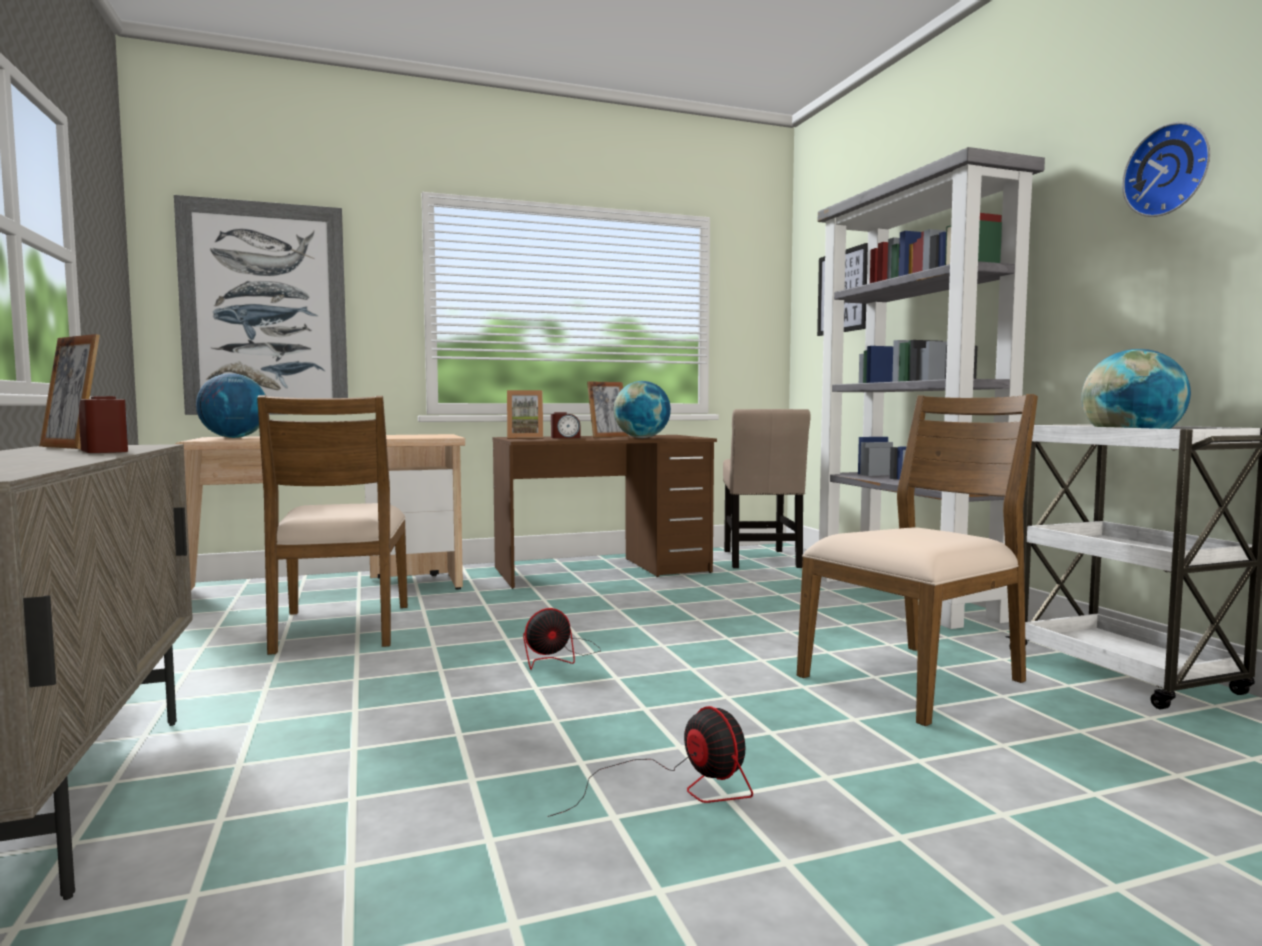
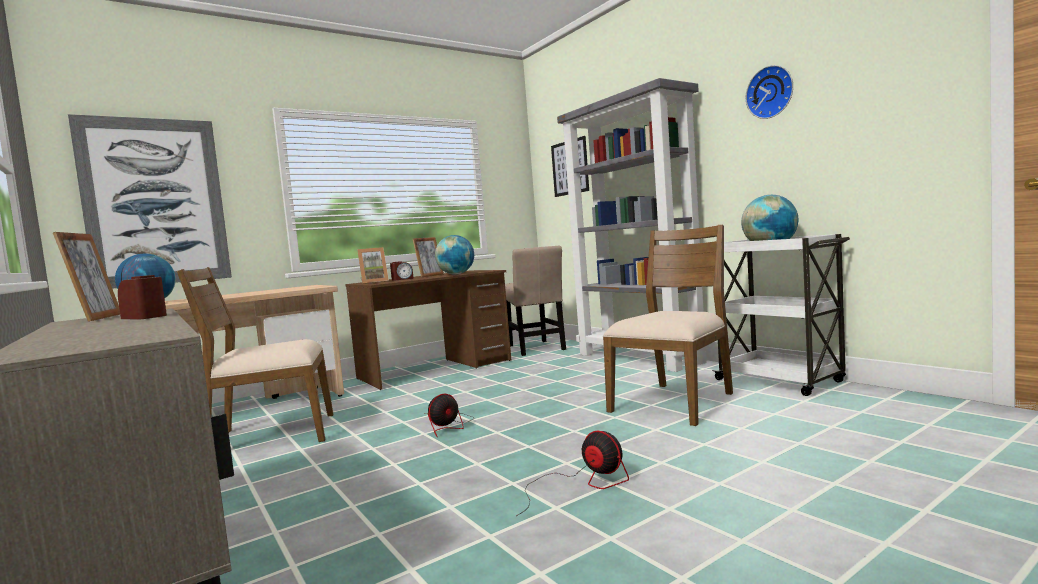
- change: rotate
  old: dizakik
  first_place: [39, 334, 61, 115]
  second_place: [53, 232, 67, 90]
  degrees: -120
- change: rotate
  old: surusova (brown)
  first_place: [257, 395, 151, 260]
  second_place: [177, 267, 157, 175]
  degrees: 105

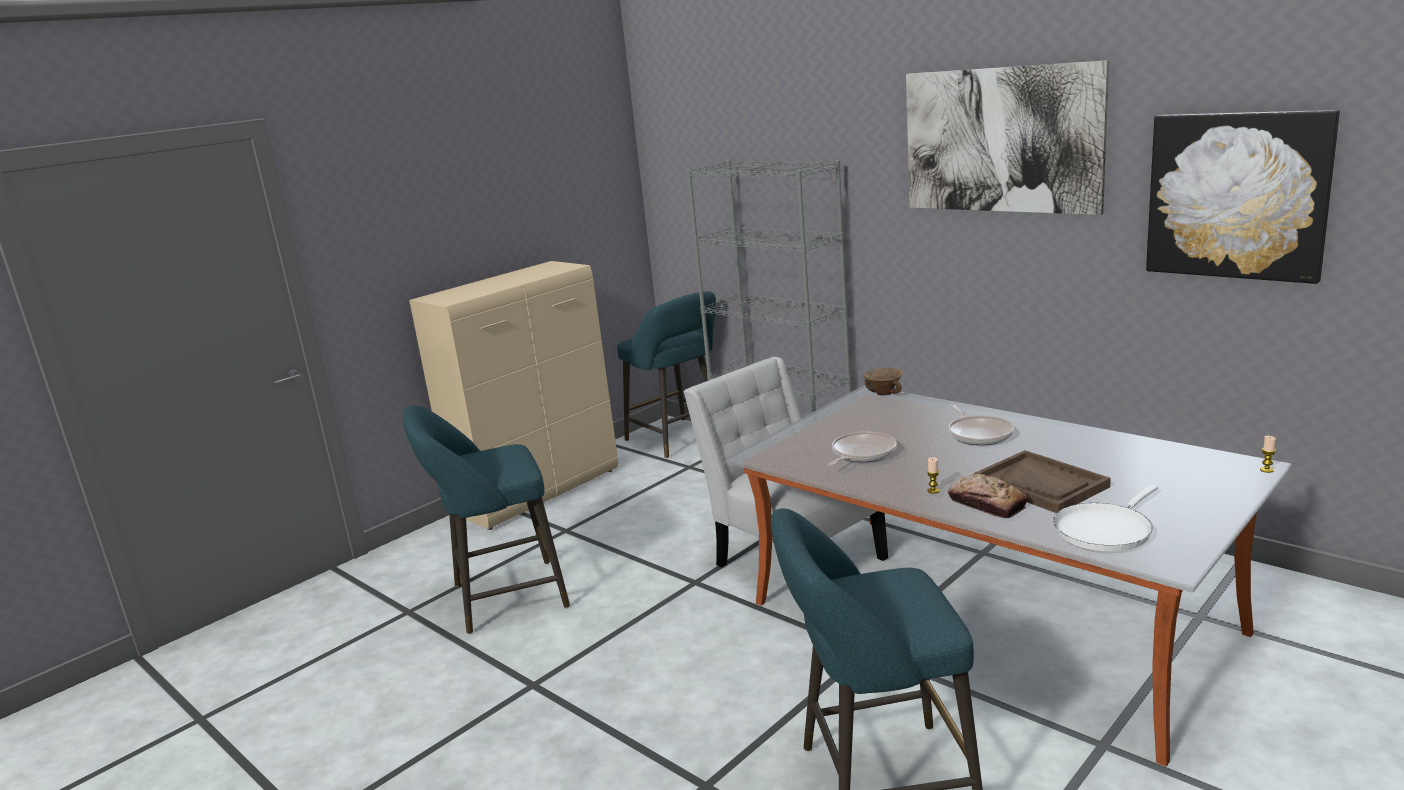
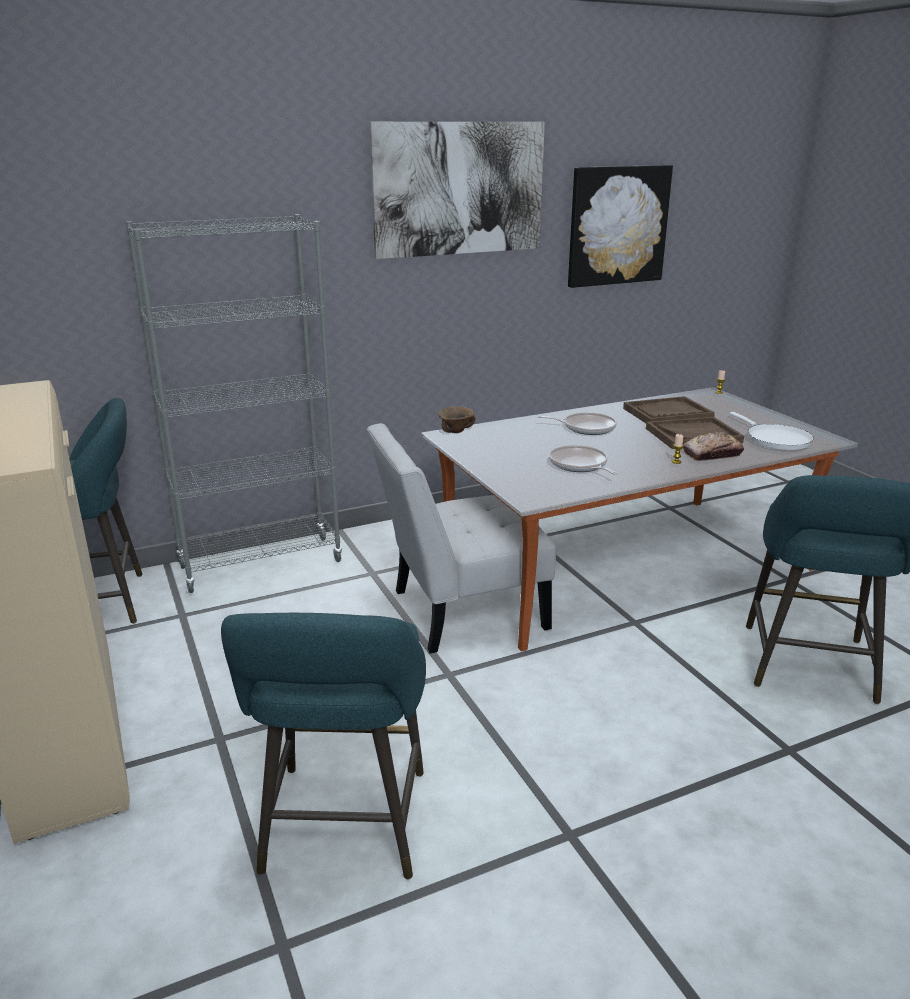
- change: insert
  new: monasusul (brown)
  second_place: [623, 396, 92, 27]

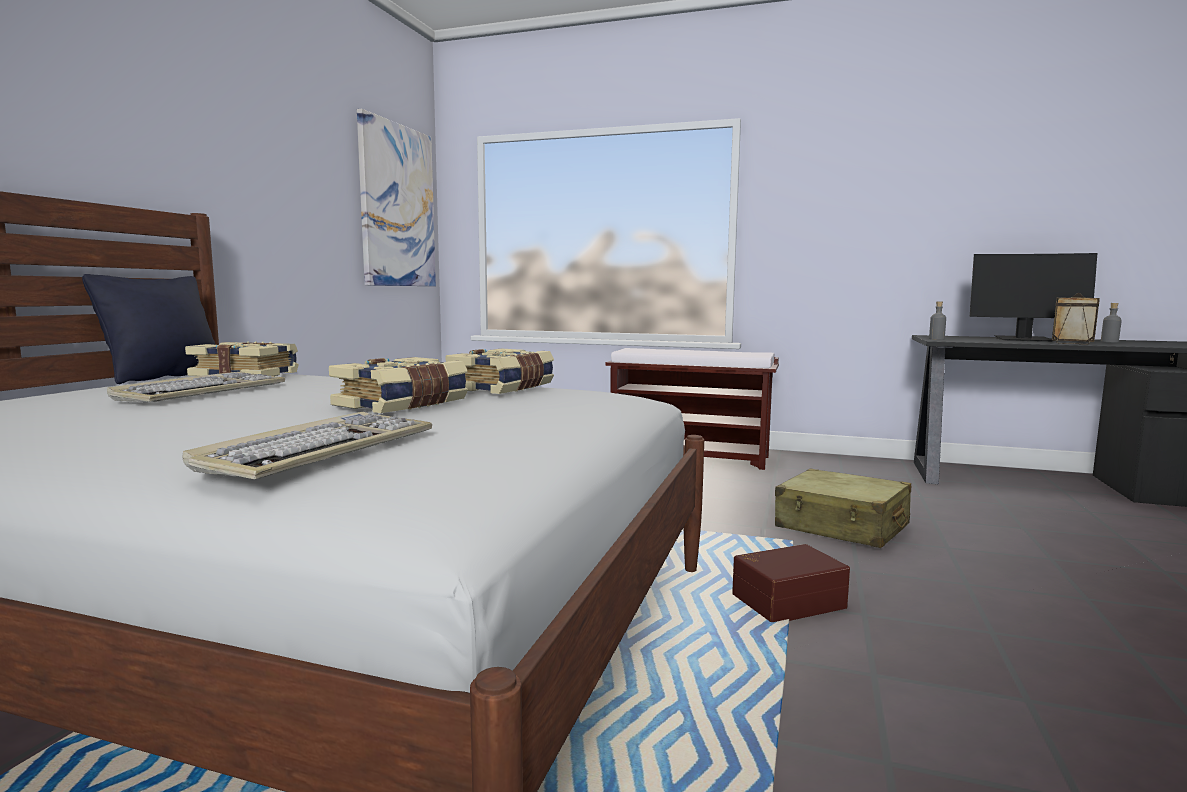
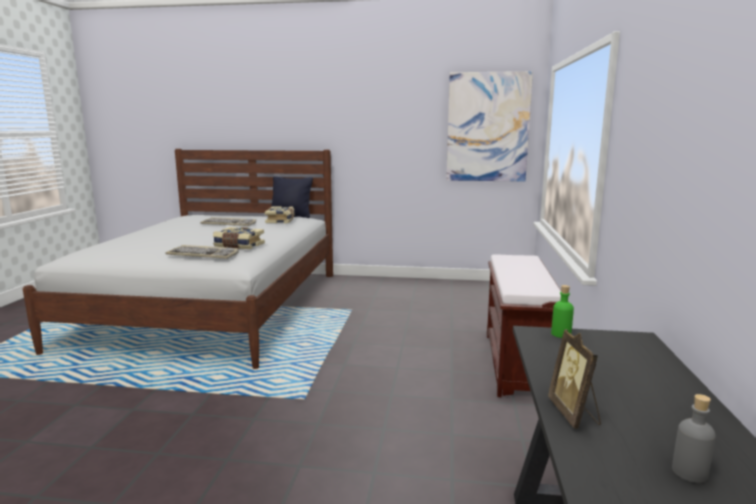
- change: delete
  old: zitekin
  first_place: [329, 357, 139, 56]
- change: delete
  old: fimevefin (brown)
  first_place: [732, 544, 118, 78]
- change: delete
  old: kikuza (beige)
  first_place: [775, 469, 136, 79]
- change: delete
  old: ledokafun
  first_place: [970, 253, 127, 89]
- change: move
  old: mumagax
  first_place: [182, 412, 250, 67]
  second_place: [165, 245, 74, 14]
- change: recolor
  old: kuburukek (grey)
  new: kuburukek (green)
  first_place: [929, 301, 17, 39]
  second_place: [551, 285, 23, 53]
- change: rotate
  old: dizakik
  first_place: [1052, 293, 48, 52]
  second_place: [548, 329, 53, 99]
  degrees: 150

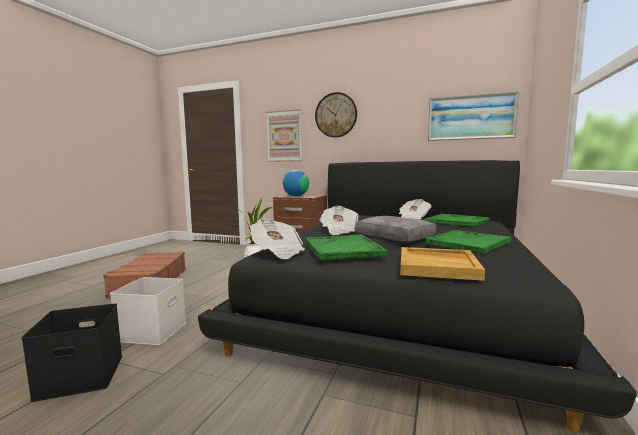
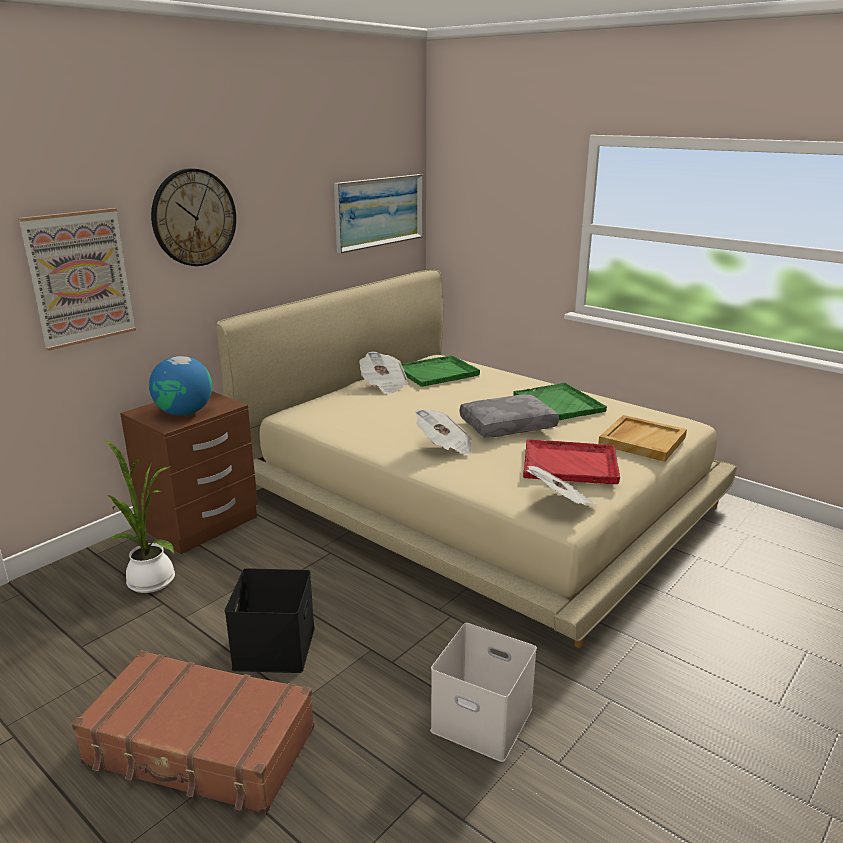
- change: move
  old: fimevefin (black)
  first_place: [21, 304, 101, 98]
  second_place: [225, 568, 90, 105]
- change: recolor
  old: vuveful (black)
  new: vuveful (beige)
  first_place: [198, 160, 439, 272]
  second_place: [216, 270, 521, 378]
- change: recolor
  old: monasusul (green)
  new: monasusul (red)
  first_place: [306, 234, 81, 26]
  second_place: [523, 439, 97, 45]

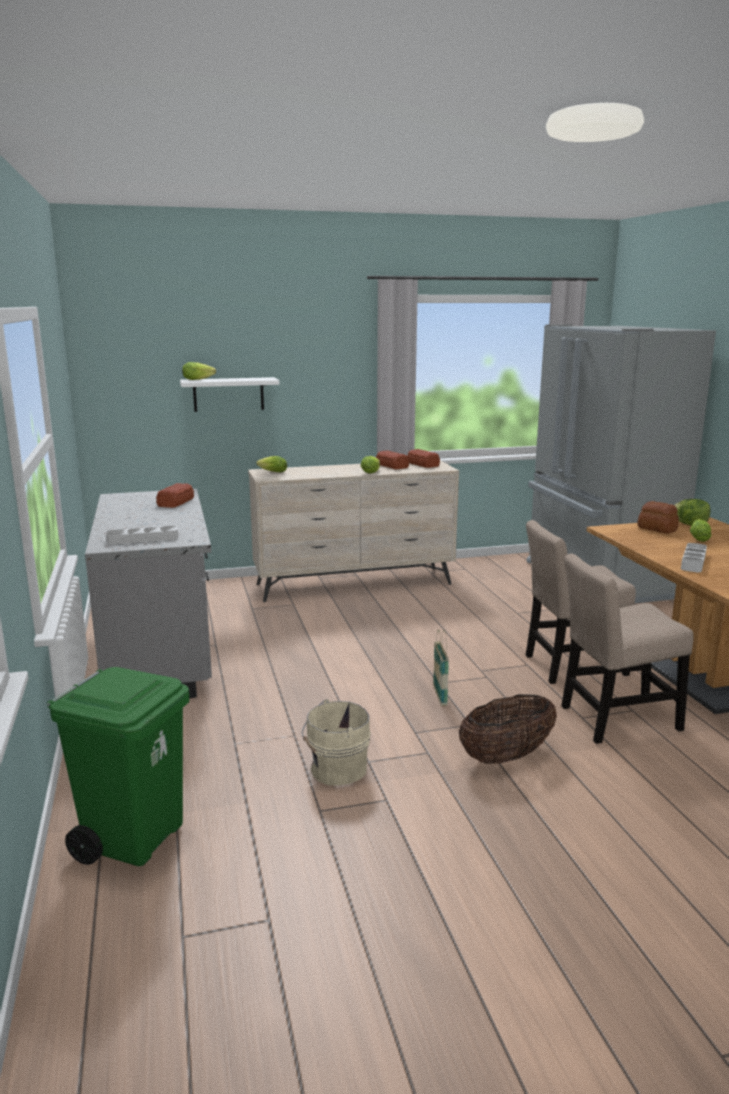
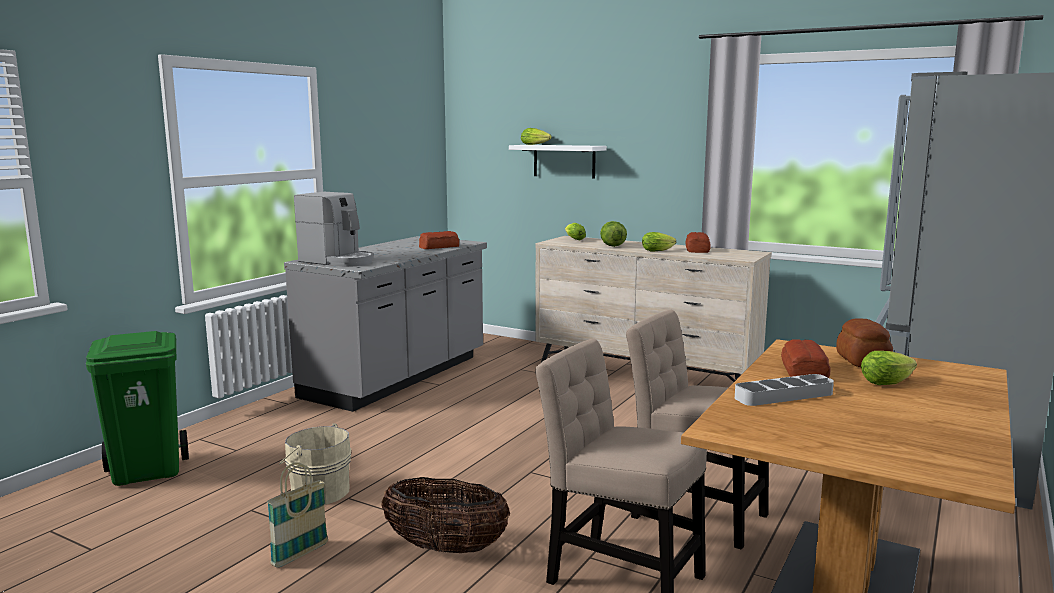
- change: move
  old: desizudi
  first_place: [407, 449, 33, 19]
  second_place: [781, 339, 50, 39]
- change: move
  old: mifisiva
  first_place: [433, 630, 16, 76]
  second_place: [267, 462, 61, 106]
- change: move
  old: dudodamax
  first_place: [674, 499, 37, 27]
  second_place: [600, 221, 27, 26]
- change: replace
  old: monasusul (grey)
  new: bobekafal
  first_place: [106, 526, 72, 18]
  second_place: [294, 192, 79, 75]

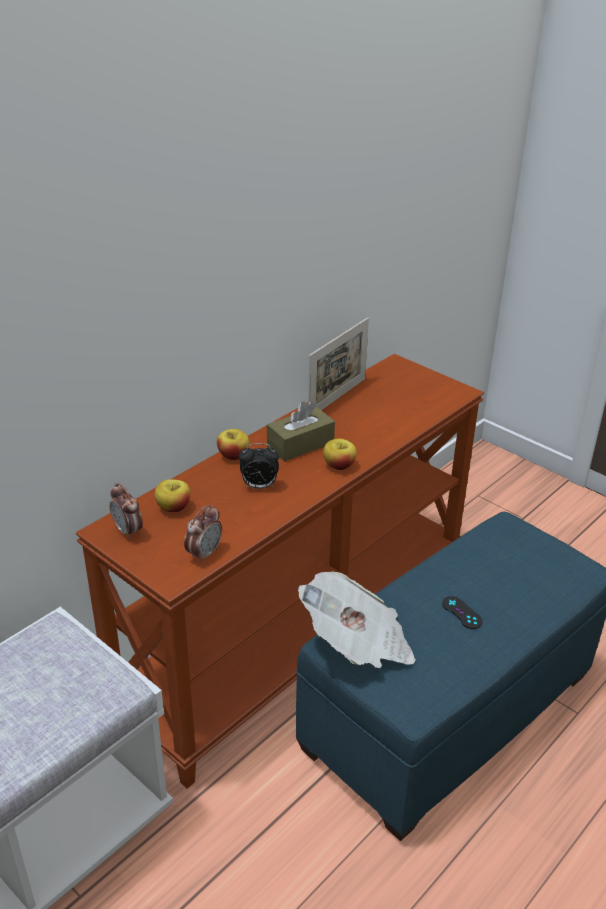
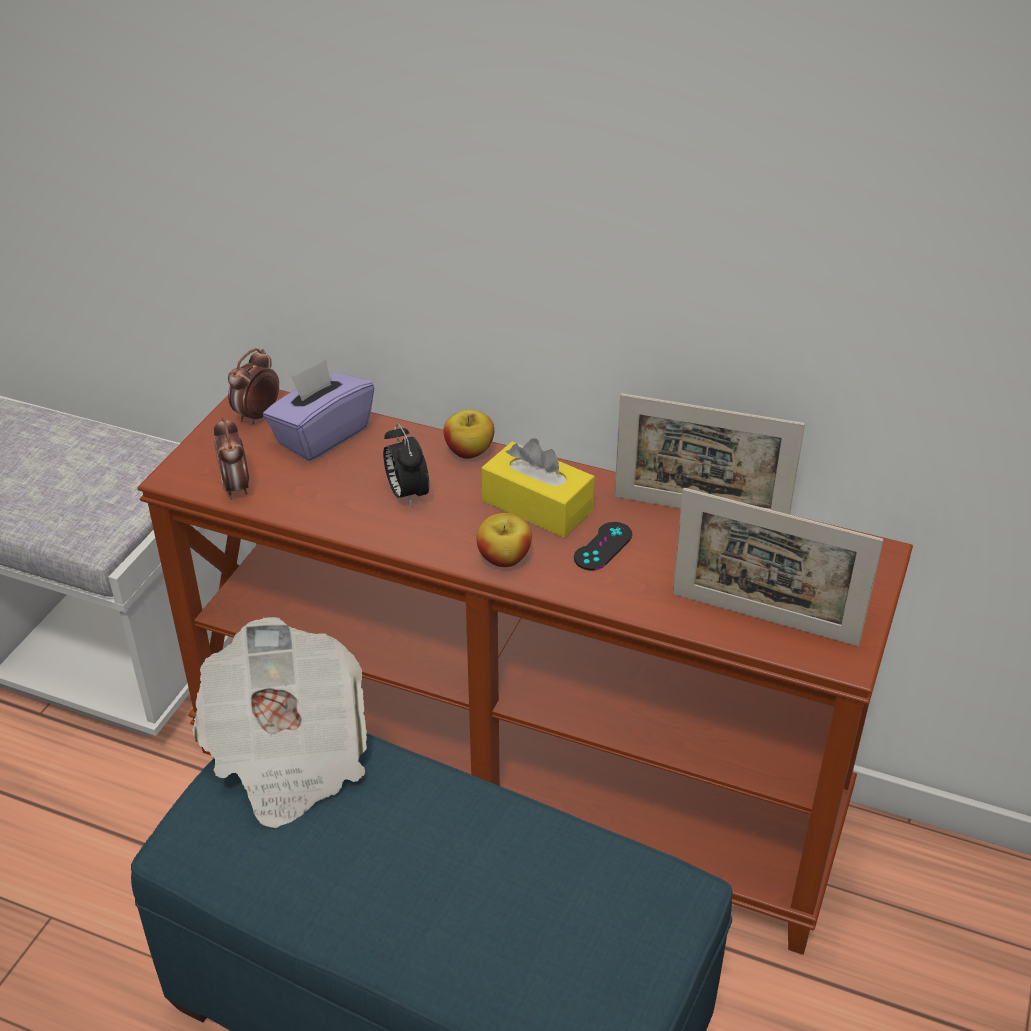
- change: insert
  new: dizakik
  second_place: [672, 488, 212, 158]
- change: move
  old: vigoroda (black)
  first_place: [442, 596, 41, 33]
  second_place: [574, 522, 58, 48]
- change: replace
  old: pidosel
  new: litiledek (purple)
  first_place: [154, 479, 36, 33]
  second_place: [263, 359, 111, 102]
- change: recolor
  old: litiledek (brown)
  new: litiledek (yellow)
  first_place: [267, 401, 68, 60]
  second_place: [482, 438, 113, 100]
- change: rotate
  old: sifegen
  first_place: [184, 505, 38, 59]
  second_place: [214, 416, 35, 83]
  degrees: 60

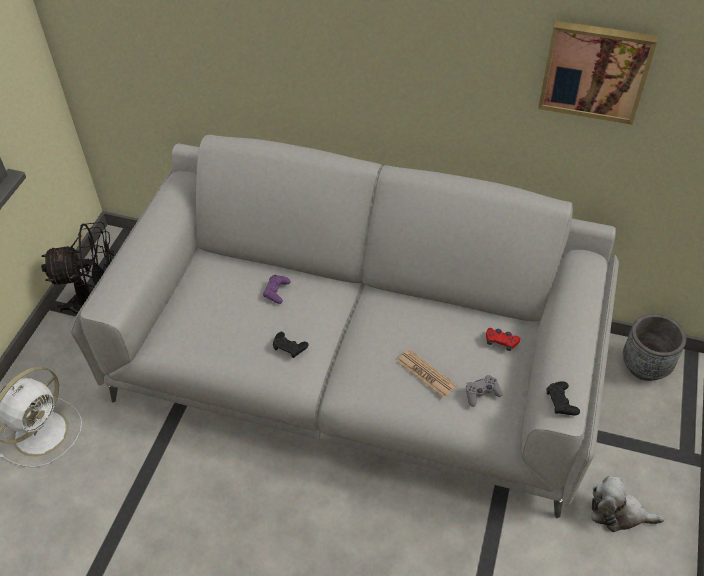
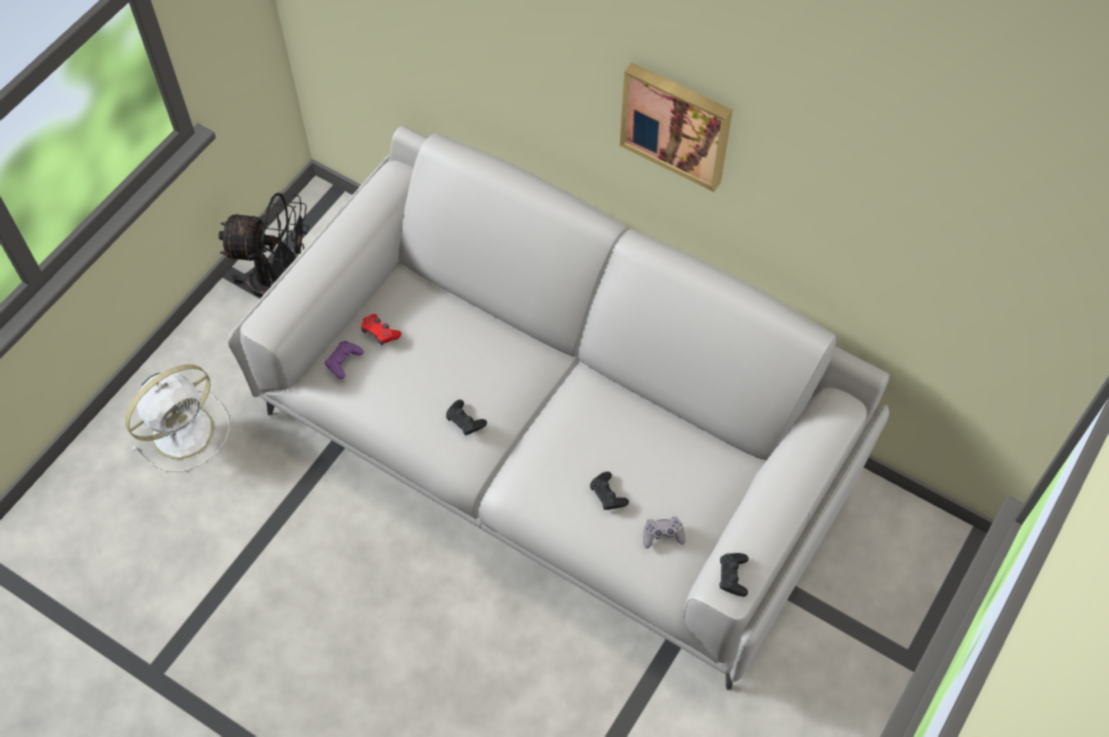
- change: delete
  old: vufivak
  first_place: [591, 476, 74, 56]
- change: delete
  old: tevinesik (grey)
  first_place: [623, 314, 63, 67]
- change: move
  old: vigoroda (purple)
  first_place: [263, 275, 28, 29]
  second_place: [325, 341, 38, 38]
- change: move
  old: vigoroda (red)
  first_place: [486, 328, 34, 23]
  second_place: [361, 314, 40, 31]
- change: move
  old: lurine
  first_place: [538, 21, 120, 104]
  second_place: [620, 63, 113, 129]
- change: replace
  old: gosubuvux
  new: vigoroda (black)
  first_place: [396, 349, 61, 49]
  second_place: [590, 472, 39, 38]

